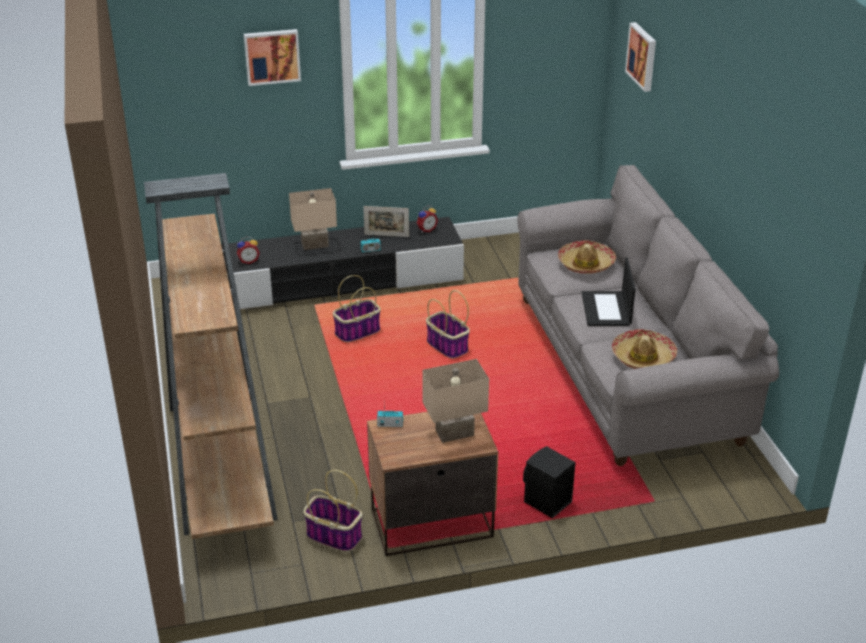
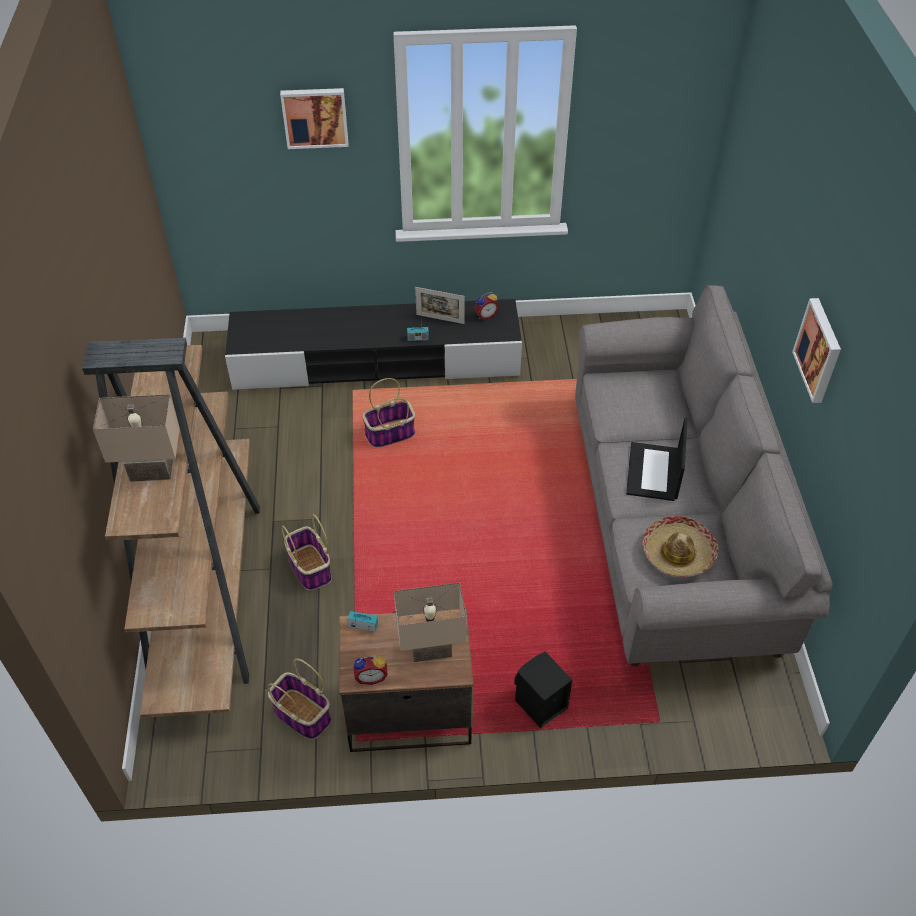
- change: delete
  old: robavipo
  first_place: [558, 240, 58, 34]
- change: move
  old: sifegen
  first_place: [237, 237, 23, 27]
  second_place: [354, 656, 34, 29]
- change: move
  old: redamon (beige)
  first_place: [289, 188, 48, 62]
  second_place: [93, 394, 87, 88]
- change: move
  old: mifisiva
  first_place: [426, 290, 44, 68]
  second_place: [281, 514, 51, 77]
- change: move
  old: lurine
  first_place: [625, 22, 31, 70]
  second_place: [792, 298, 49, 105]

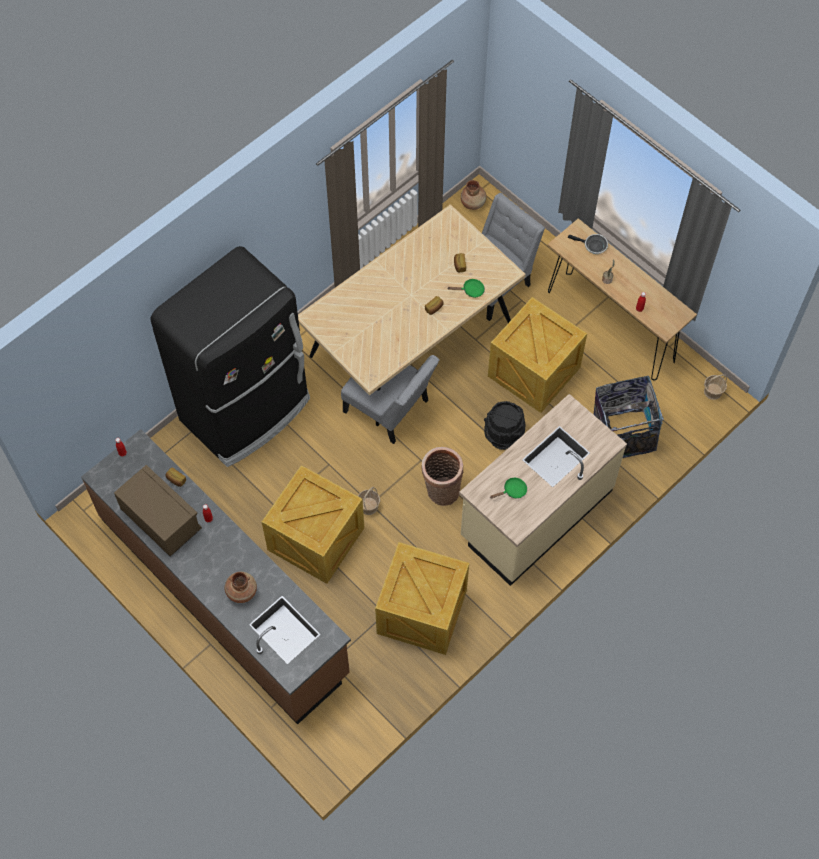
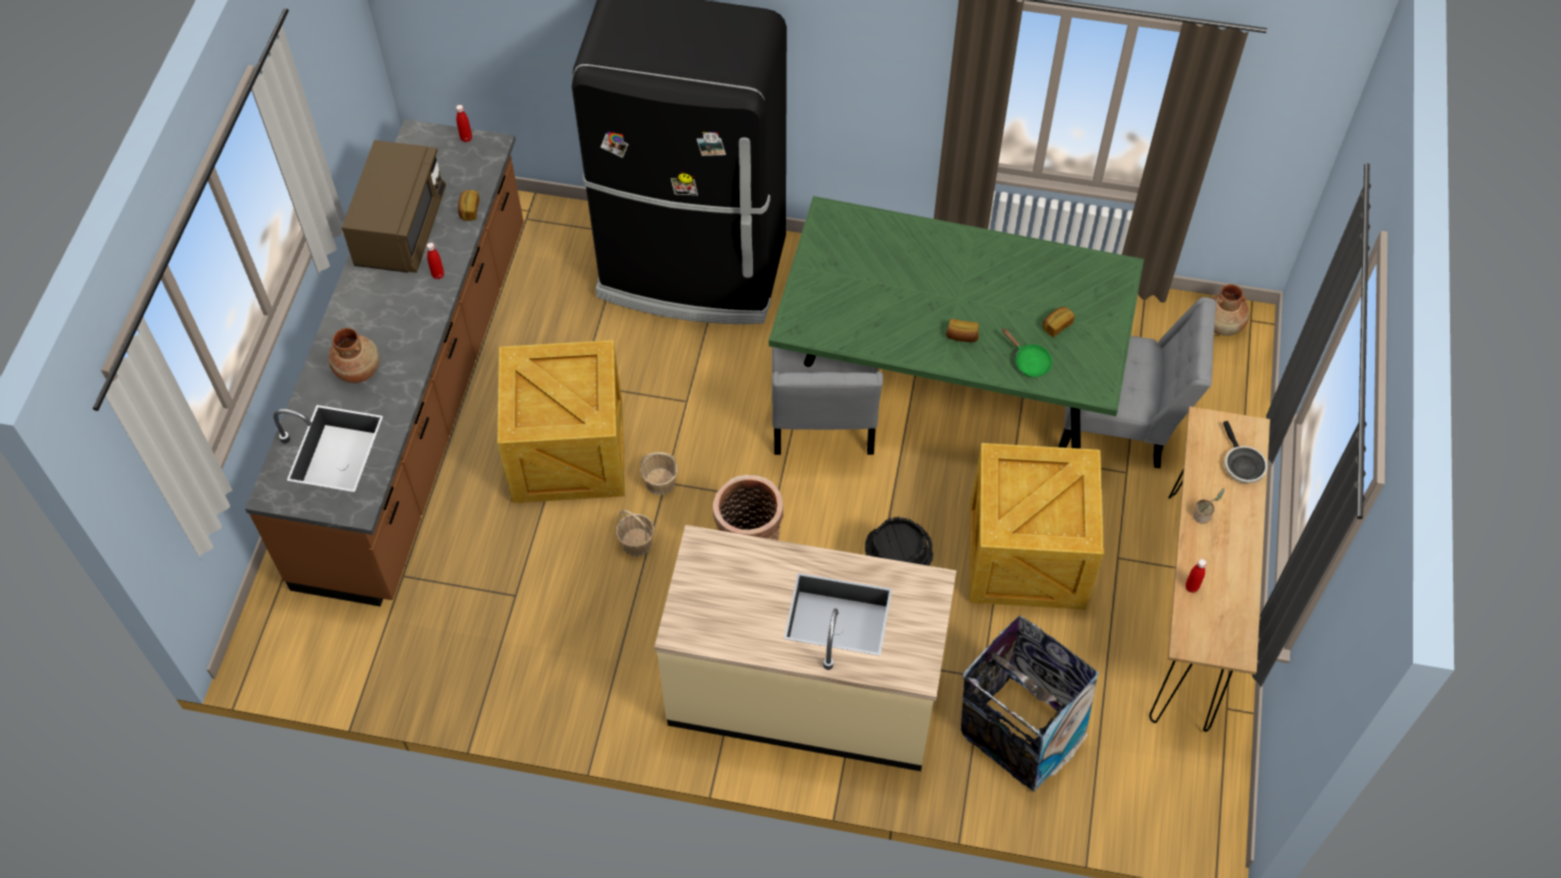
- change: delete
  old: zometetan
  first_place: [375, 542, 94, 113]
- change: delete
  old: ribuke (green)
  first_place: [490, 478, 37, 21]
- change: move
  old: mifisiva
  first_place: [704, 374, 23, 26]
  second_place: [616, 510, 39, 46]
- change: recolor
  old: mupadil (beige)
  new: mupadil (green)
  first_place: [298, 204, 228, 222]
  second_place: [769, 196, 375, 253]

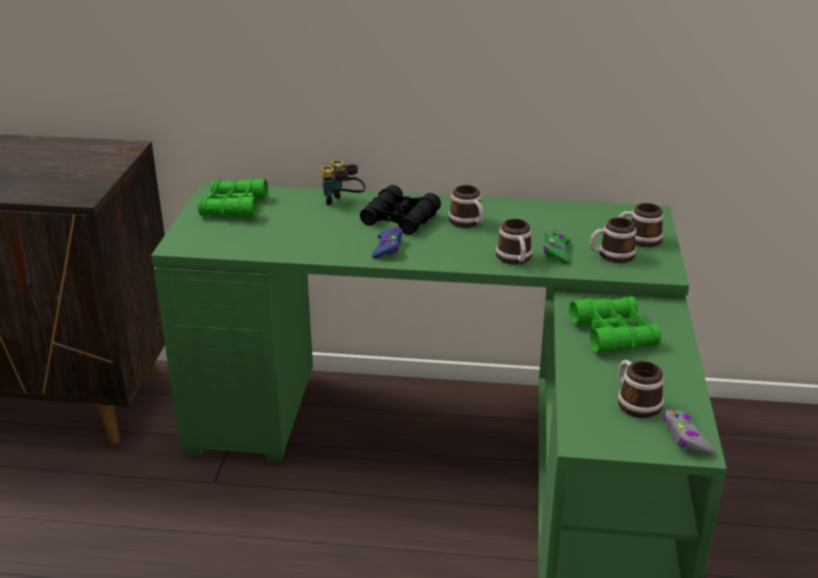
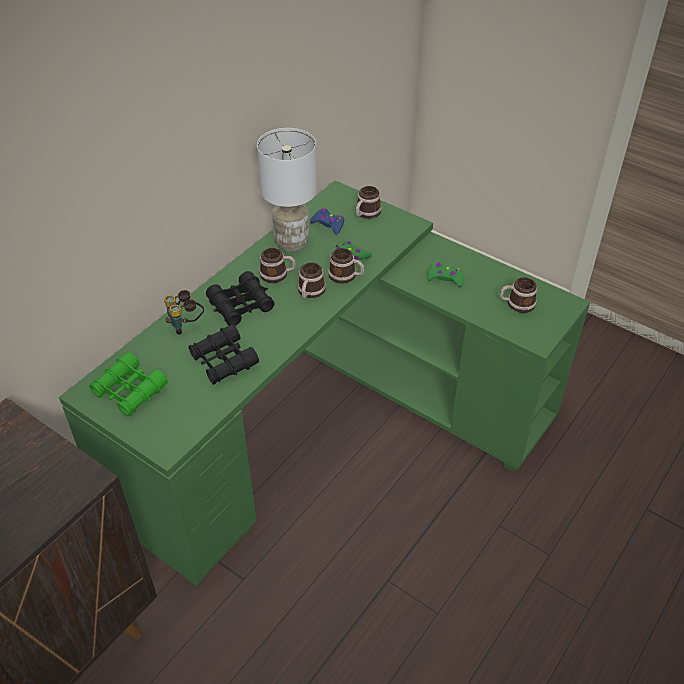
- change: delete
  old: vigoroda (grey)
  first_place: [663, 410, 52, 45]
- change: insert
  new: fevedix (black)
  second_place: [189, 324, 70, 61]
- change: insert
  new: redamon (white)
  second_place: [257, 128, 60, 124]
- change: move
  old: vigoroda (blue)
  first_place: [372, 227, 31, 31]
  second_place: [310, 208, 35, 27]
- change: move
  old: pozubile
  first_place: [590, 217, 46, 46]
  second_place: [297, 262, 29, 36]
- change: replace
  old: fevedix (green)
  new: vigoroda (green)
  first_place: [569, 296, 92, 57]
  second_place: [427, 262, 37, 25]

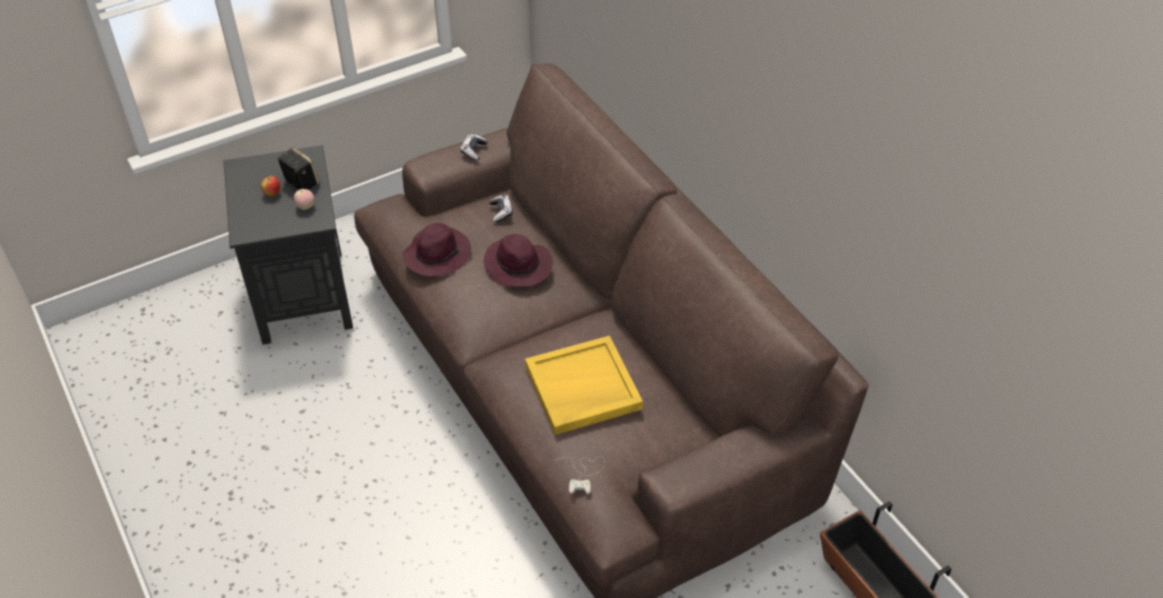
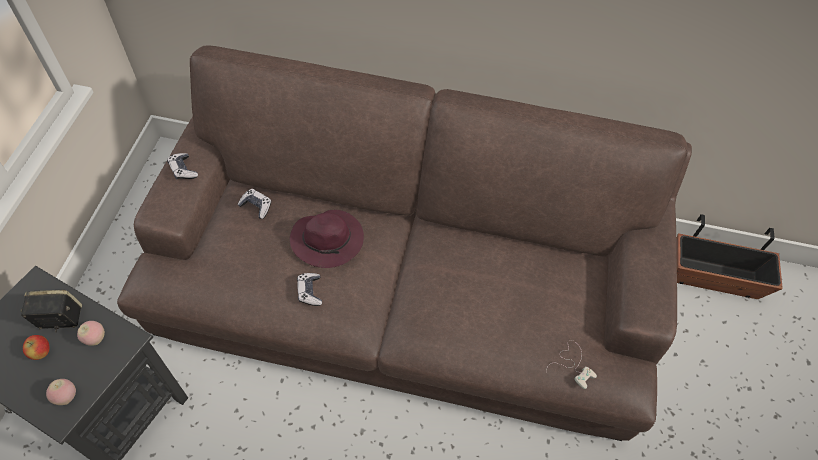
- change: delete
  old: robavipo (purple)
  first_place: [402, 223, 69, 53]
- change: delete
  old: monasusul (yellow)
  first_place: [525, 336, 118, 99]
- change: insert
  new: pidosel
  second_place: [46, 379, 30, 26]
- change: insert
  new: vigoroda
  second_place: [297, 273, 25, 33]

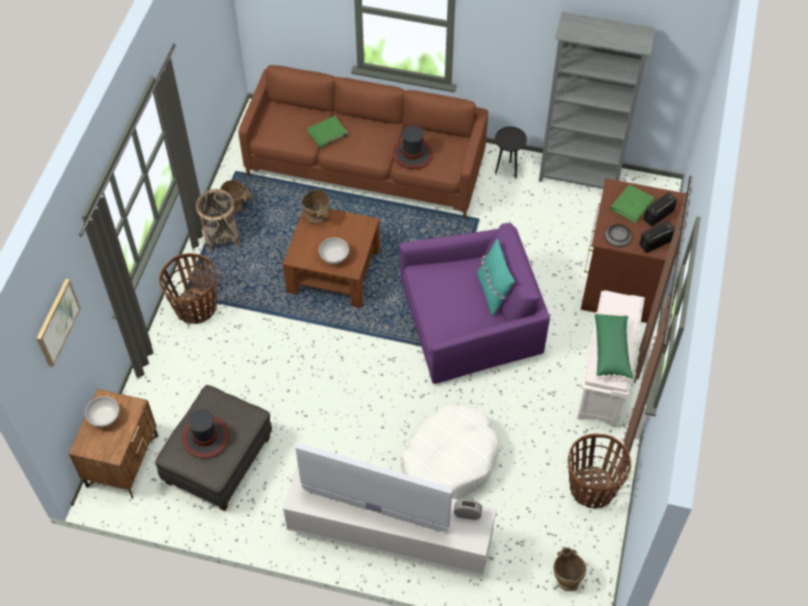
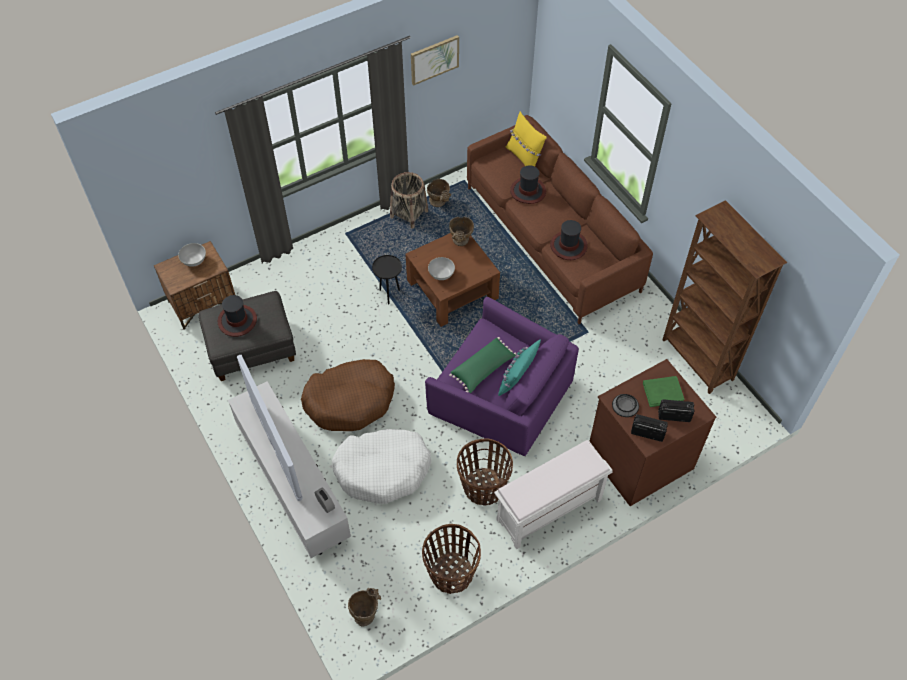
- change: insert
  new: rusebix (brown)
  second_place: [301, 359, 94, 72]
- change: insert
  new: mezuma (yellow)
  second_place: [506, 111, 41, 56]
- change: move
  old: lurine
  first_place: [36, 279, 45, 88]
  second_place: [411, 35, 48, 51]
- change: move
  old: mifisiva
  first_place: [159, 253, 58, 71]
  second_place: [457, 439, 56, 67]
- change: move
  old: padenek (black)
  first_place: [495, 127, 32, 51]
  second_place: [372, 255, 30, 49]
- change: move
  old: mezuma (green)
  first_place: [595, 312, 38, 69]
  second_place: [449, 337, 68, 56]
- change: replace
  old: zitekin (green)
  new: robavipo
  first_place: [307, 116, 41, 32]
  second_place: [510, 165, 36, 39]
- change: recolor
  old: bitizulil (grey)
  new: bitizulil (brown)
  first_place: [539, 12, 116, 177]
  second_place: [662, 200, 125, 194]

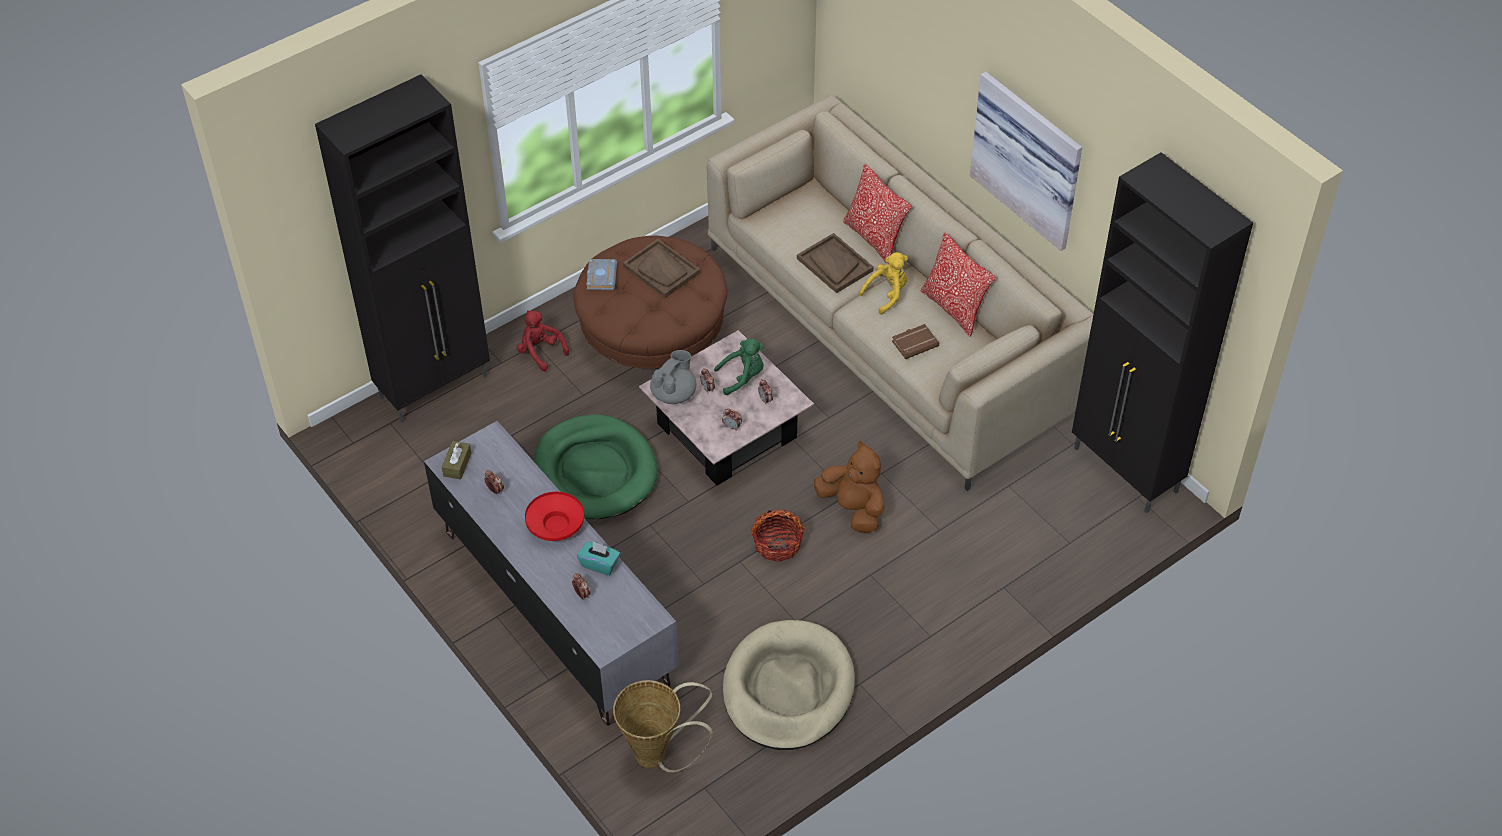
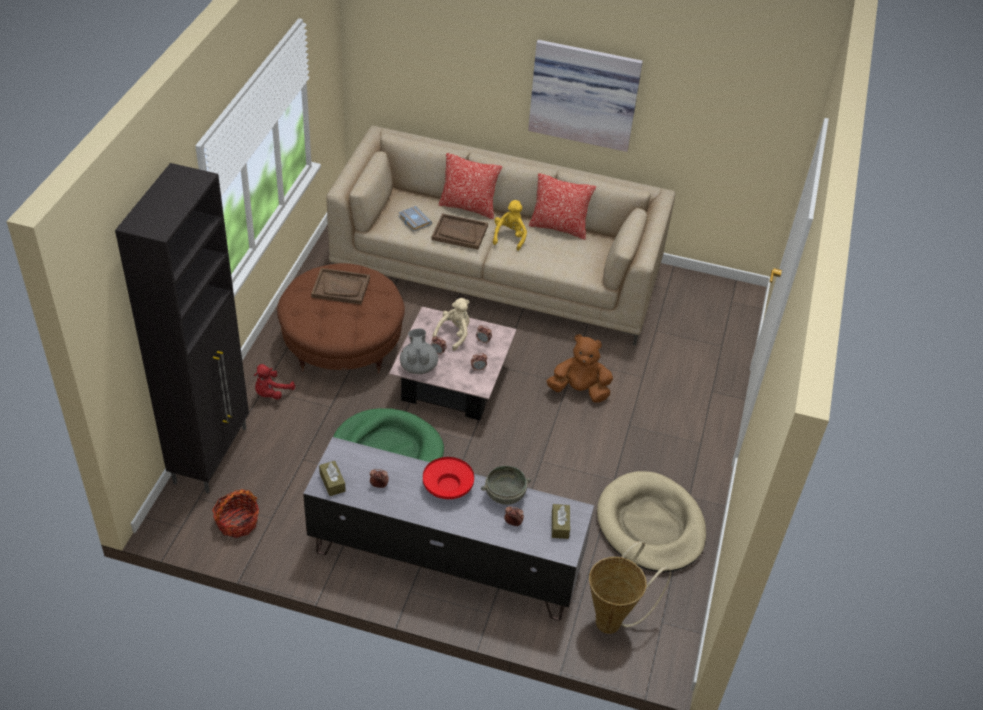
- change: delete
  old: zitekin (brown)
  first_place: [892, 324, 47, 35]
- change: delete
  old: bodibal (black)
  first_place: [1072, 152, 181, 361]
- change: insert
  new: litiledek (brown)
  second_place: [552, 504, 18, 35]
- change: move
  old: zitekin (grey)
  first_place: [587, 259, 30, 31]
  second_place: [398, 206, 34, 26]
- change: move
  old: mifisiva
  first_place: [751, 510, 54, 52]
  second_place: [212, 489, 47, 49]
- change: replace
  old: litiledek (turquoise)
  new: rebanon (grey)
  first_place: [577, 541, 43, 34]
  second_place: [481, 466, 50, 39]
- change: recolor
  old: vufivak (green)
  new: vufivak (beige)
  first_place: [714, 338, 50, 57]
  second_place: [432, 298, 38, 53]
- change: rotate
  old: vufivak (red)
  first_place: [517, 310, 52, 61]
  second_place: [254, 364, 41, 36]
  degrees: -60

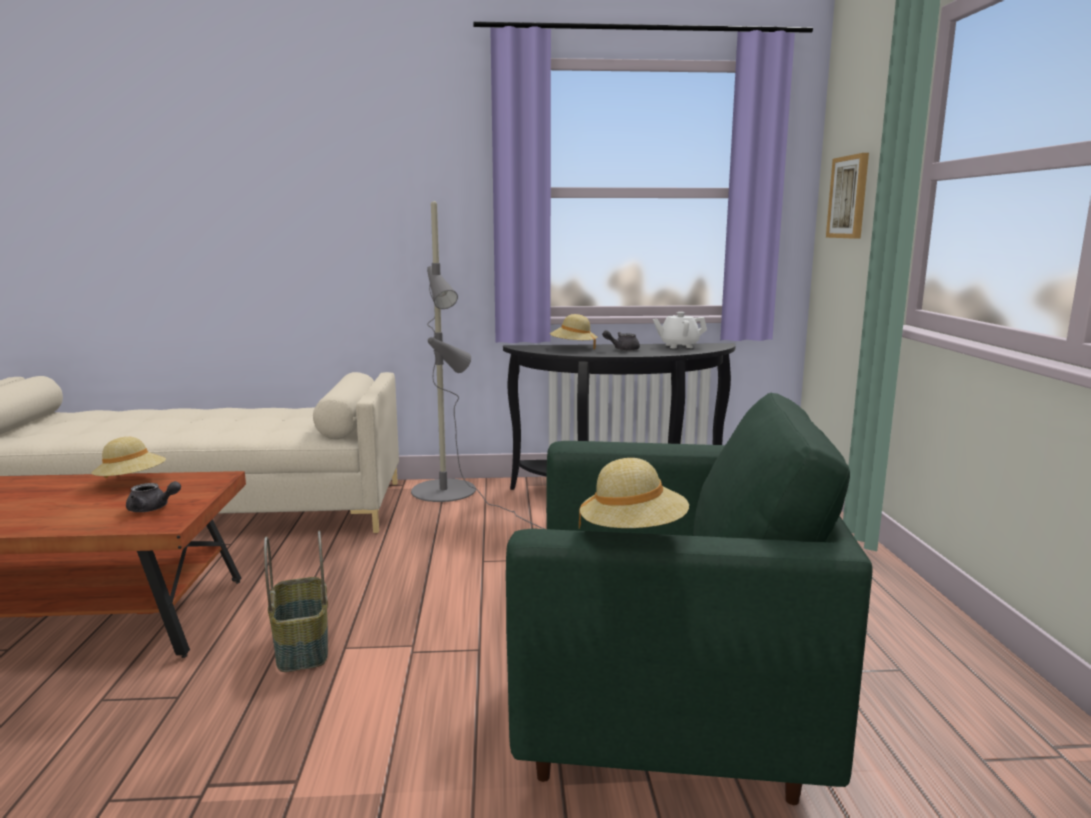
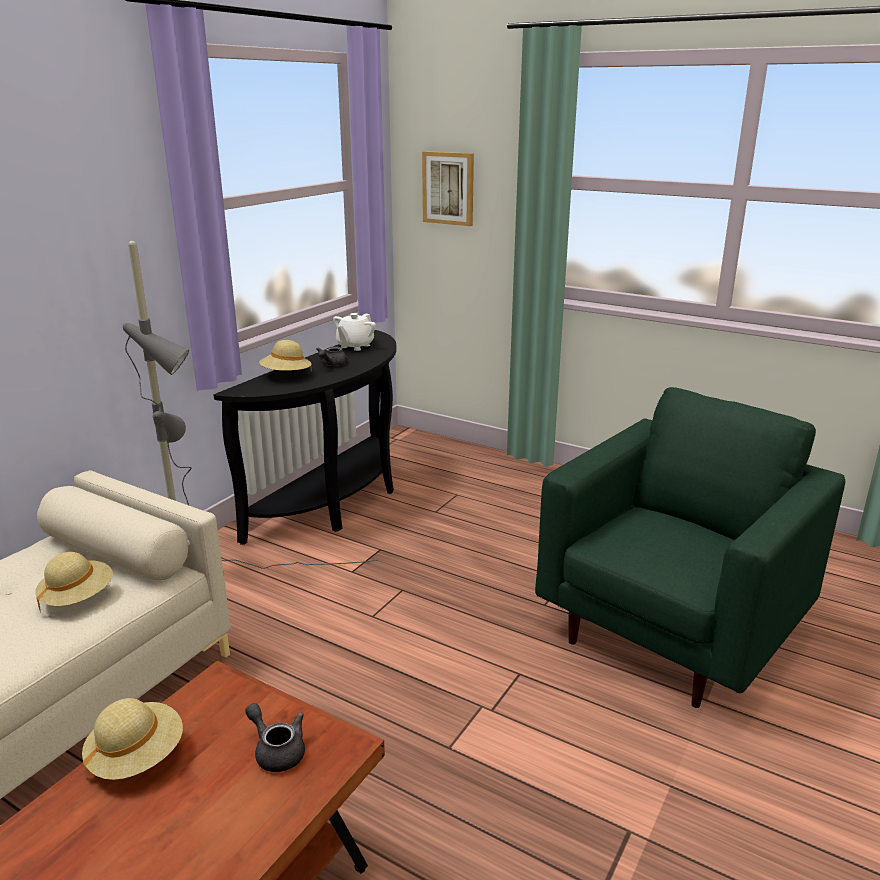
- change: delete
  old: mifisiva
  first_place: [264, 530, 64, 142]
- change: move
  old: robavipo (beige)
  first_place: [579, 458, 110, 70]
  second_place: [35, 552, 78, 61]
- change: rotate
  old: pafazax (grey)
  first_place: [126, 481, 55, 31]
  second_place: [245, 703, 60, 69]
  degrees: -90

